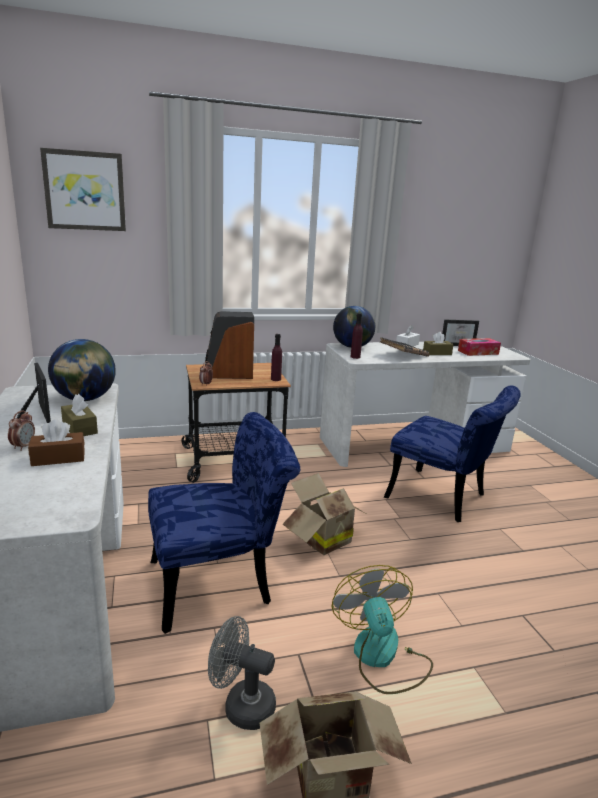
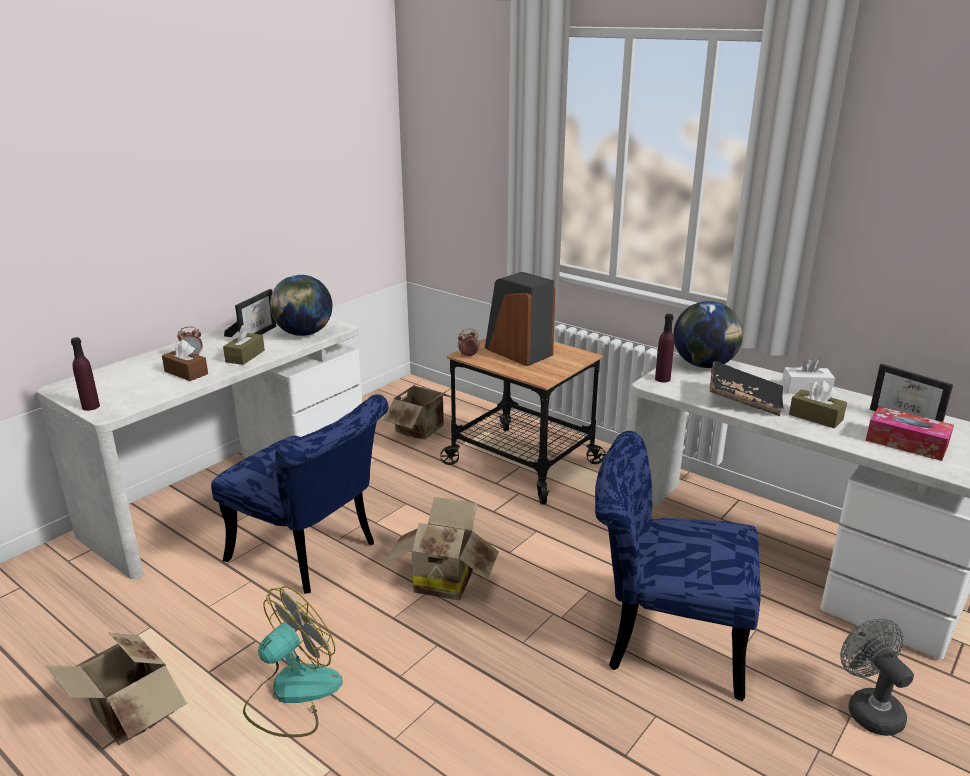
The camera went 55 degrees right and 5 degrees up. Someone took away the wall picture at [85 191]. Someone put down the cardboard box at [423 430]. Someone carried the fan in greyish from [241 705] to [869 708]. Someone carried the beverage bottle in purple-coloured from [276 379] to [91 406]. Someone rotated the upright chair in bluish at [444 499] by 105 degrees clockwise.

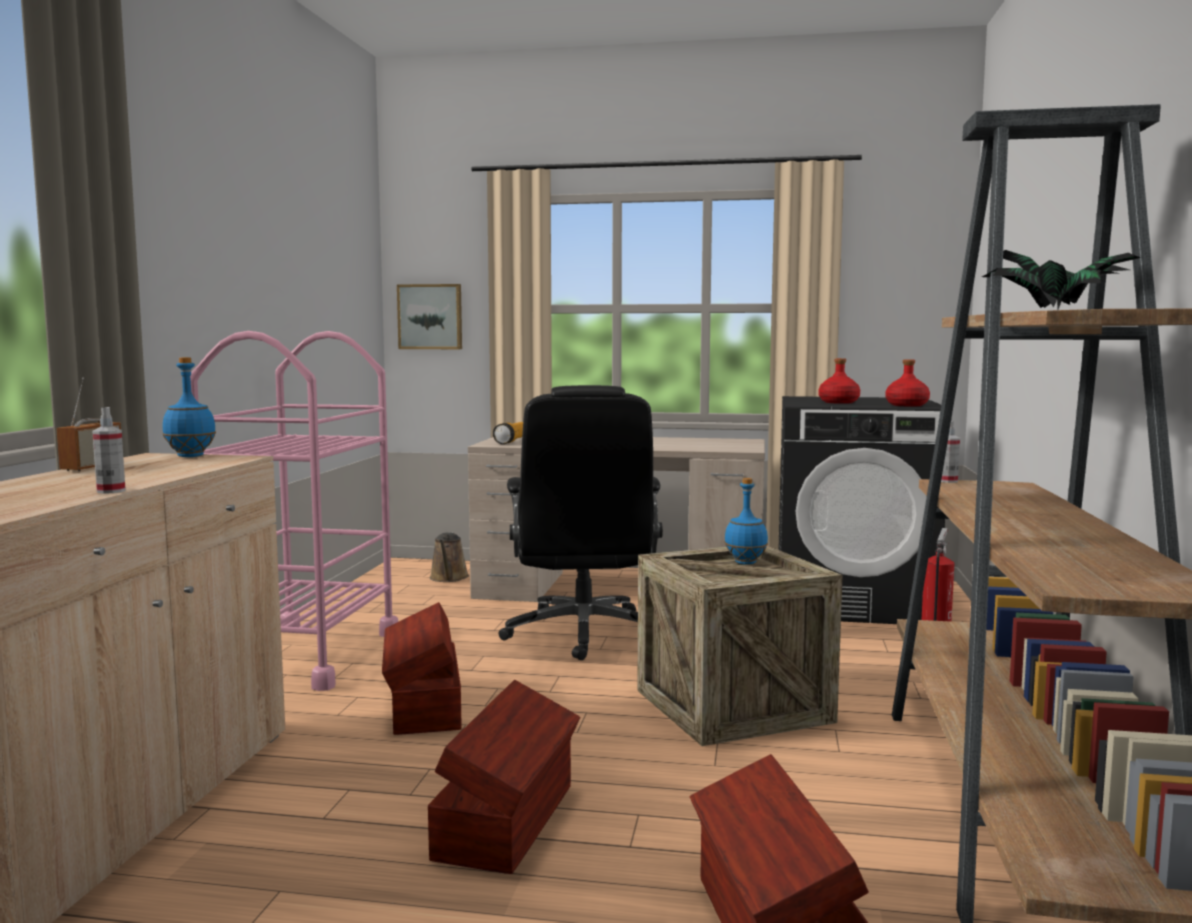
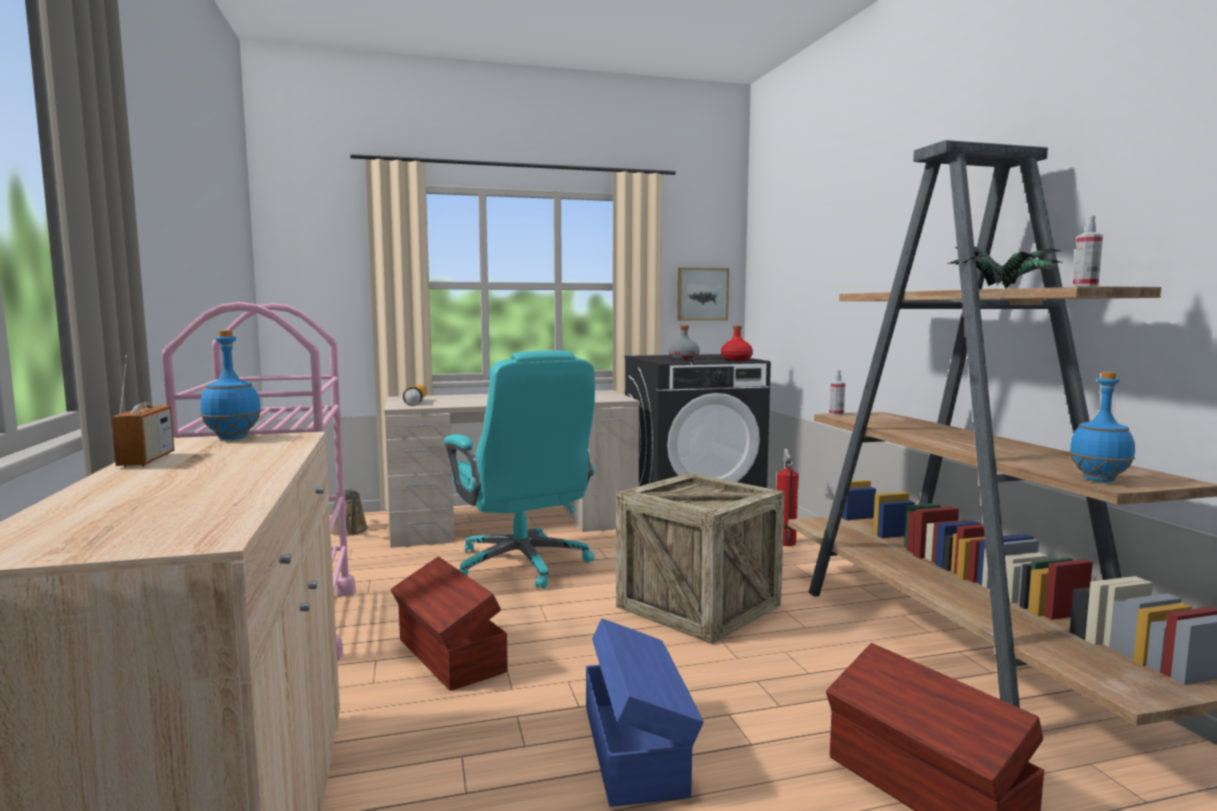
The camera went 25 degrees left and 0 degrees up. Someone carried the sprayer from [111 491] to [1085 286]. Someone carried the wall picture from [430 317] to [701 294]. Someone carried the beverage bottle in bluish from [746 563] to [1099 480]. Someone repainted the storage box in brown-coloured at [508 820], which became the storage box in bluish at [636 747]. Someone repainted the computer chair in blackish at [583 634], which became the computer chair in turquoise at [522 565]. Someone repainted the beverage bottle in reddish at [839 402], which became the beverage bottle in greyish at [684 359].

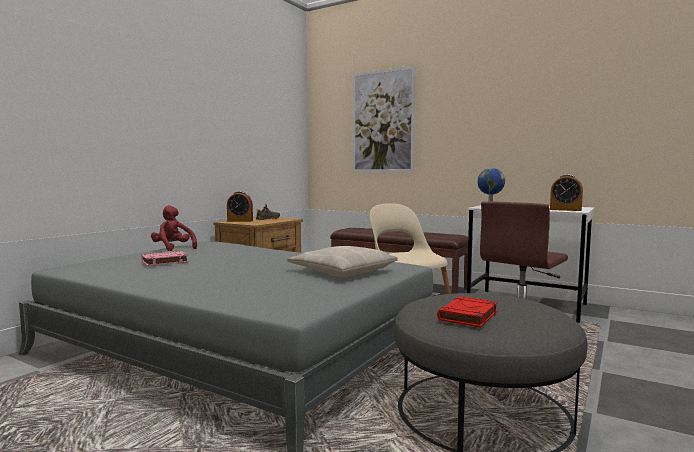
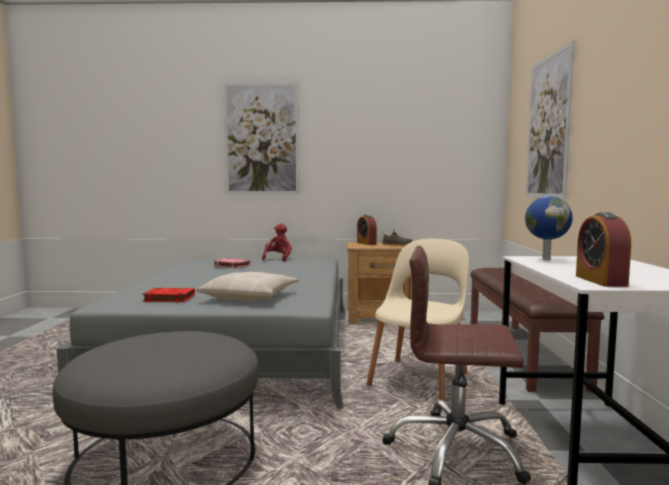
The camera went 60 degrees right and 0 degrees up. Someone put up the wall picture at [261 139]. Someone carried the bound book in reddish from [468 316] to [168 298].

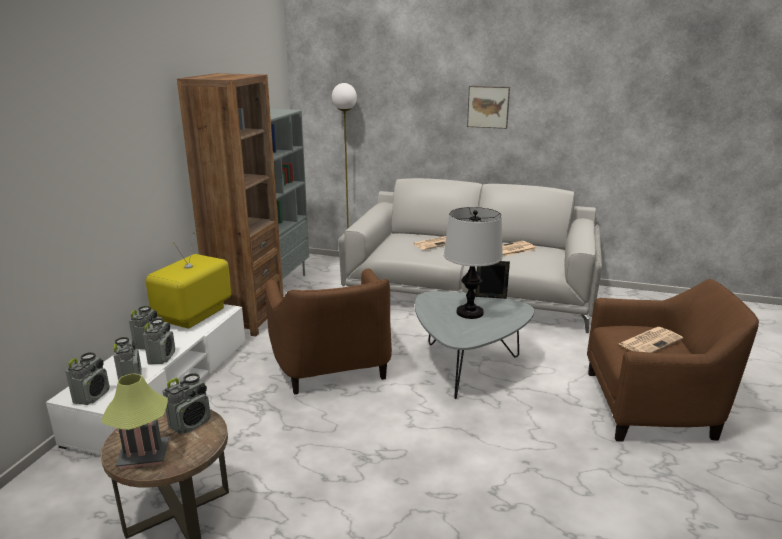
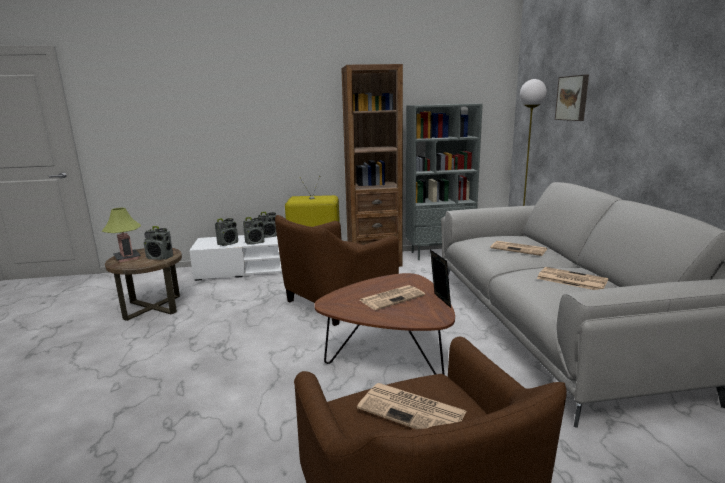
The camera went 65 degrees right and 5 degrees down. Someone took away the radio receiver at [92 396]. Someone carried the wall picture from [488 106] to [573 98]. Someone swapped the tabletop lamp at [469 312] for the newspaper at [392 297]. Someone repainted the lounge table in greyish at [467 367], which became the lounge table in brown-coloured at [390 357].

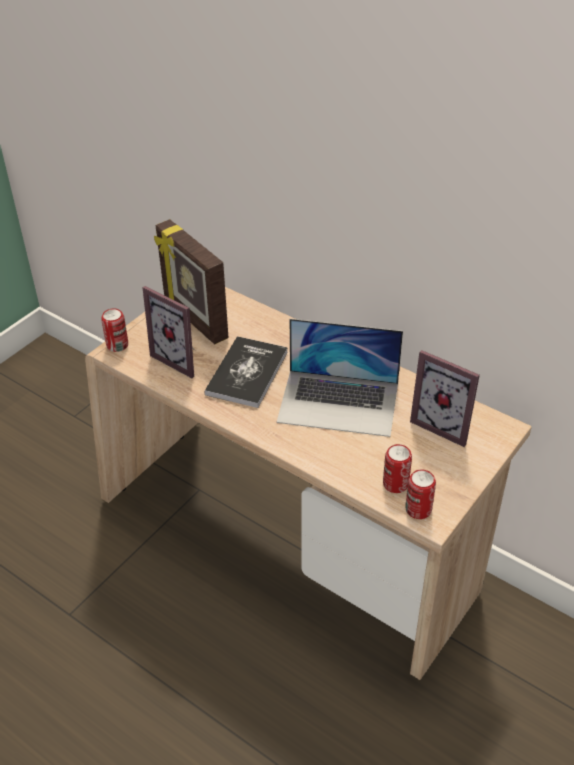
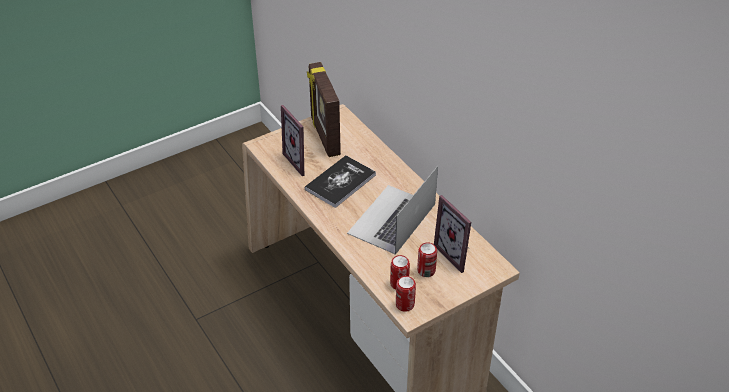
The camera went 20 degrees right and 0 degrees up. Someone carried the sealed can from [117 345] to [426 271]. Someone rotated the laptop at [339 402] by 90 degrees clockwise.

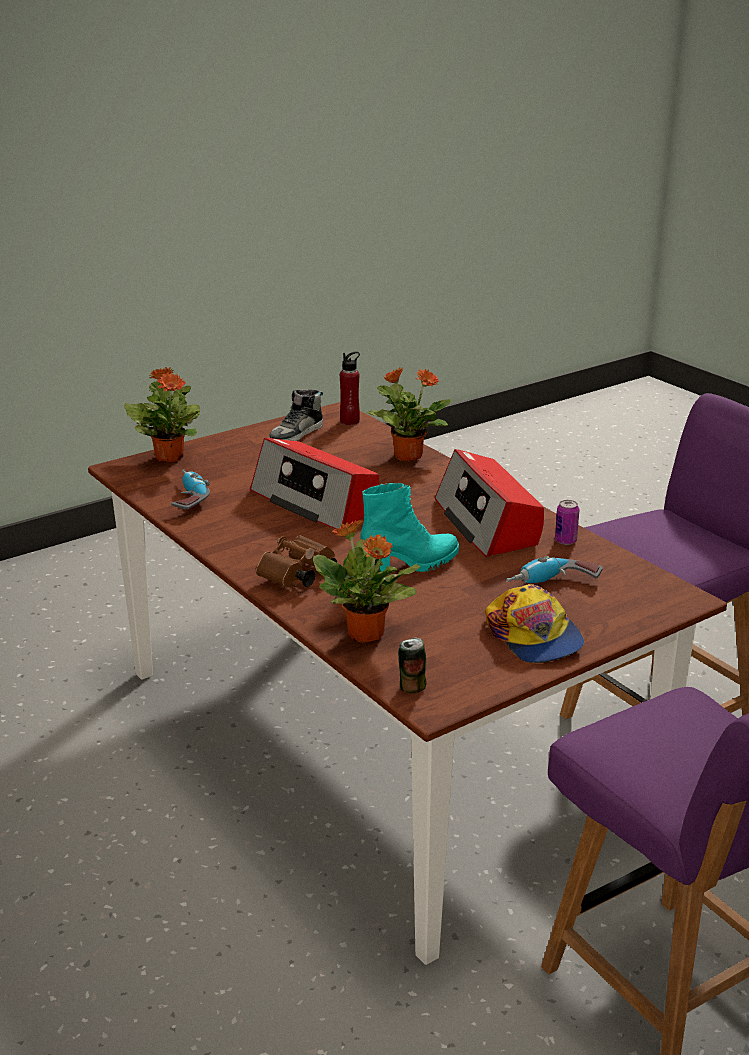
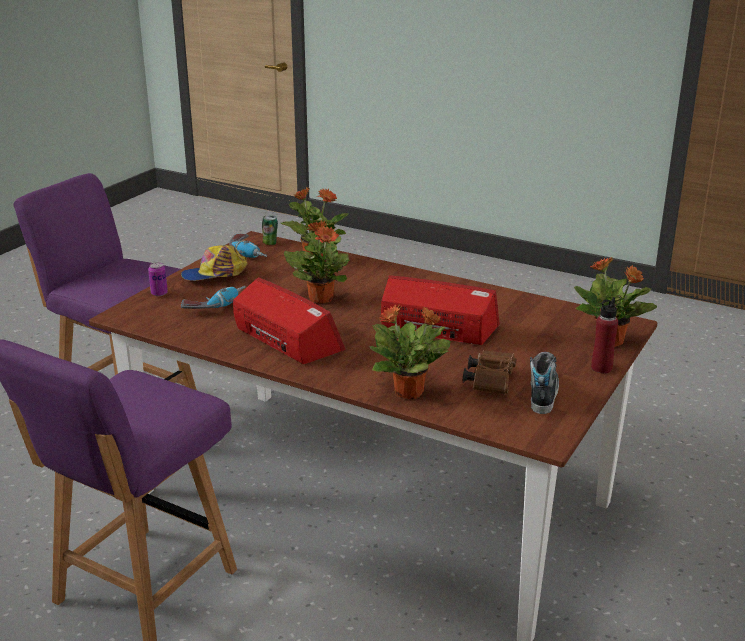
The camera went 155 degrees right and 0 degrees up. Someone carried the drill from [187 499] to [249 253]. Someone carried the field glasses in brown-coloured from [297 577] to [490 382]. Someone carried the beverage bottle in reddish from [350 421] to [601 368]. Someone carried the sealed can from [565 541] to [159 293]. Someone swapped the boot in turquoise at [411 565] for the potted plant at [321 298]. Someone rotated the baseball cap at [534 636] by 60 degrees counterclockwise.

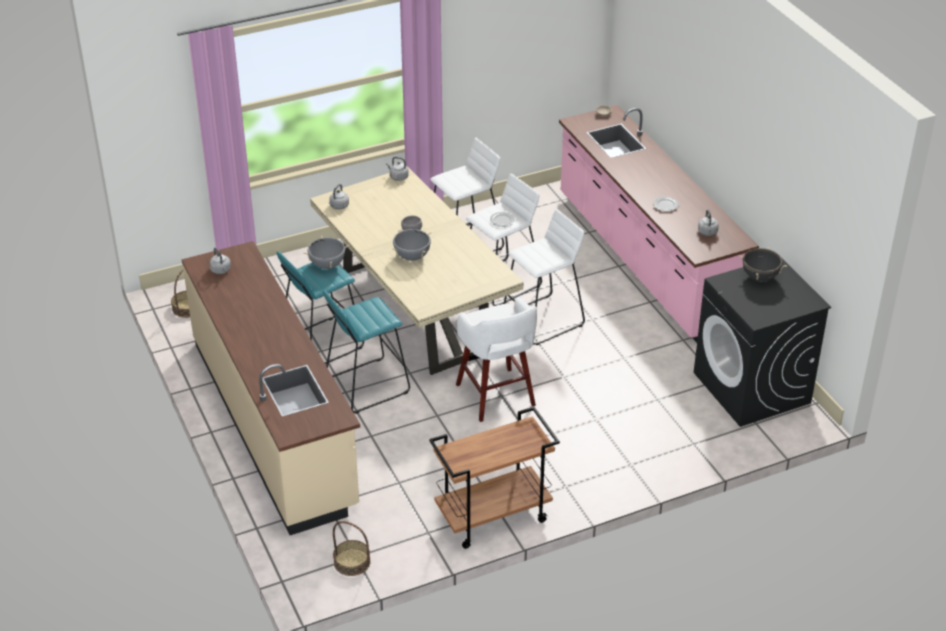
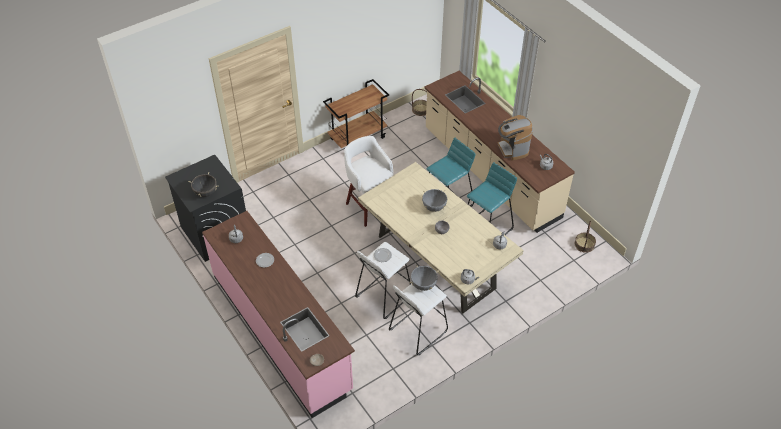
The camera went 170 degrees right and 10 degrees up. Someone took away the sitting stool in white at [543 320]. Someone put down the coffee machine at [513 148]. Someone carried the stockpot in greyish from [327 265] to [423 285].

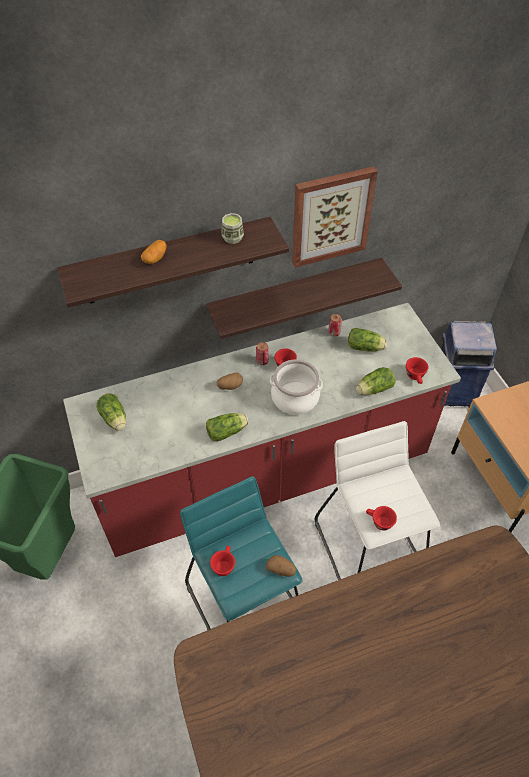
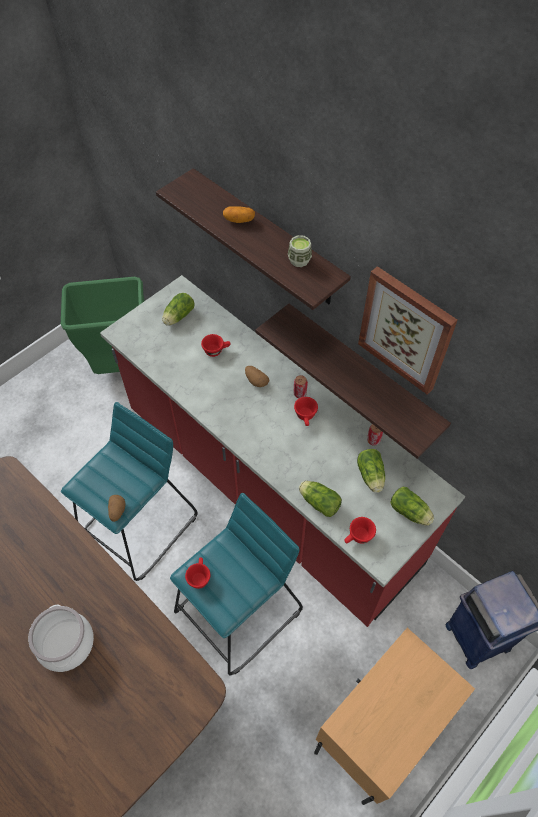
The camera went 65 degrees right and 5 degrees up. Someone carried the head of lettuce from [228 431] to [411 512]. Someone carried the drinking cup in reddish from [224 564] to [216 350]. Someone carried the stockpot from [295 398] to [65 644]. Someone repainted the sitting stool in white at [370 547], which became the sitting stool in turquoise at [239 611].

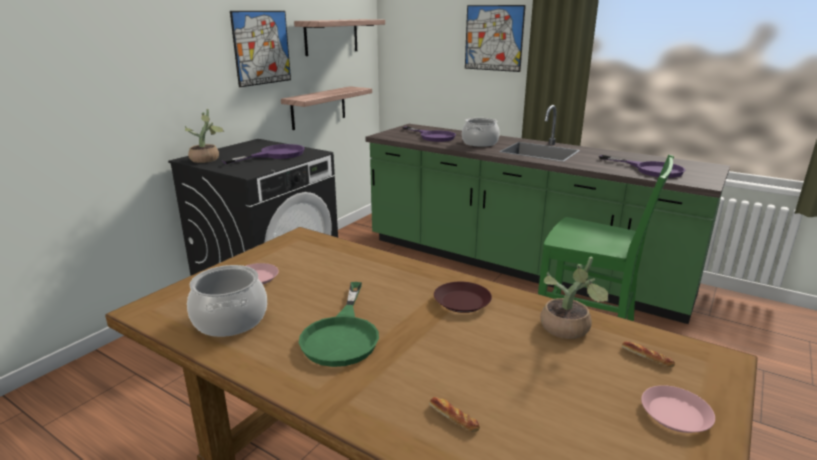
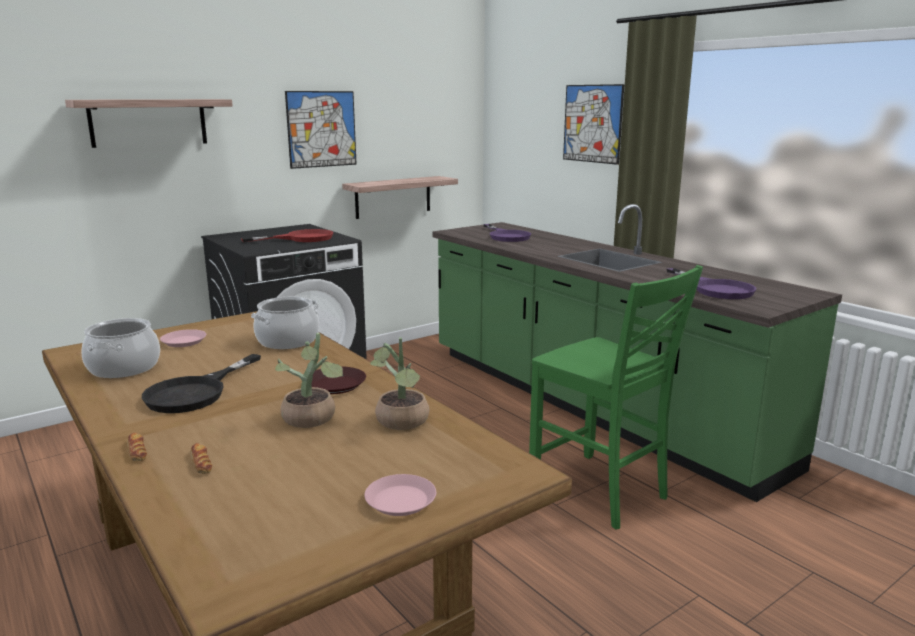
The camera went 20 degrees right and 5 degrees down. Someone carried the potted plant from [207 160] to [312 420]. Someone carried the wall shelf from [331 36] to [148 122]. Someone carried the stockpot from [479 143] to [287 341]. Someone carried the baked bread from [646 357] to [137 451]. Someone repainted the frying pan in purple-coloured at [275 155], which became the frying pan in reddish at [301 238]. Someone repainted the frying pan in green at [342 335], which became the frying pan in blackish at [196 392].

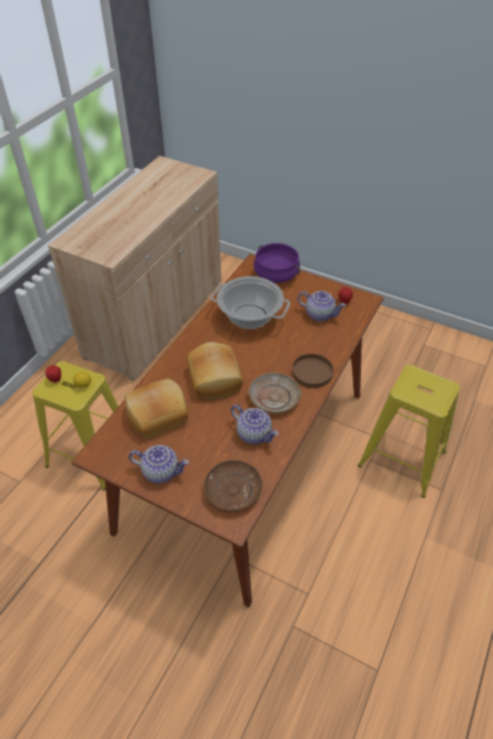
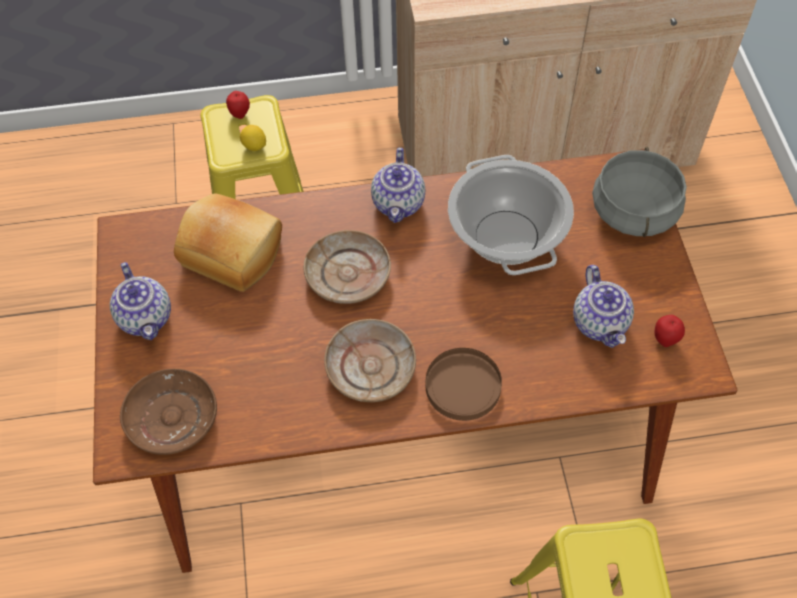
The camera went 55 degrees right and 10 degrees up. Someone carried the tea pot from [254 434] to [399 204]. Someone swapped the baked bread at [216 379] for the dinner plate in sand-coloured at [348 275]. Someone repainted the stockpot in purple-coloured at [276 274], which became the stockpot in greyish at [635 212].

